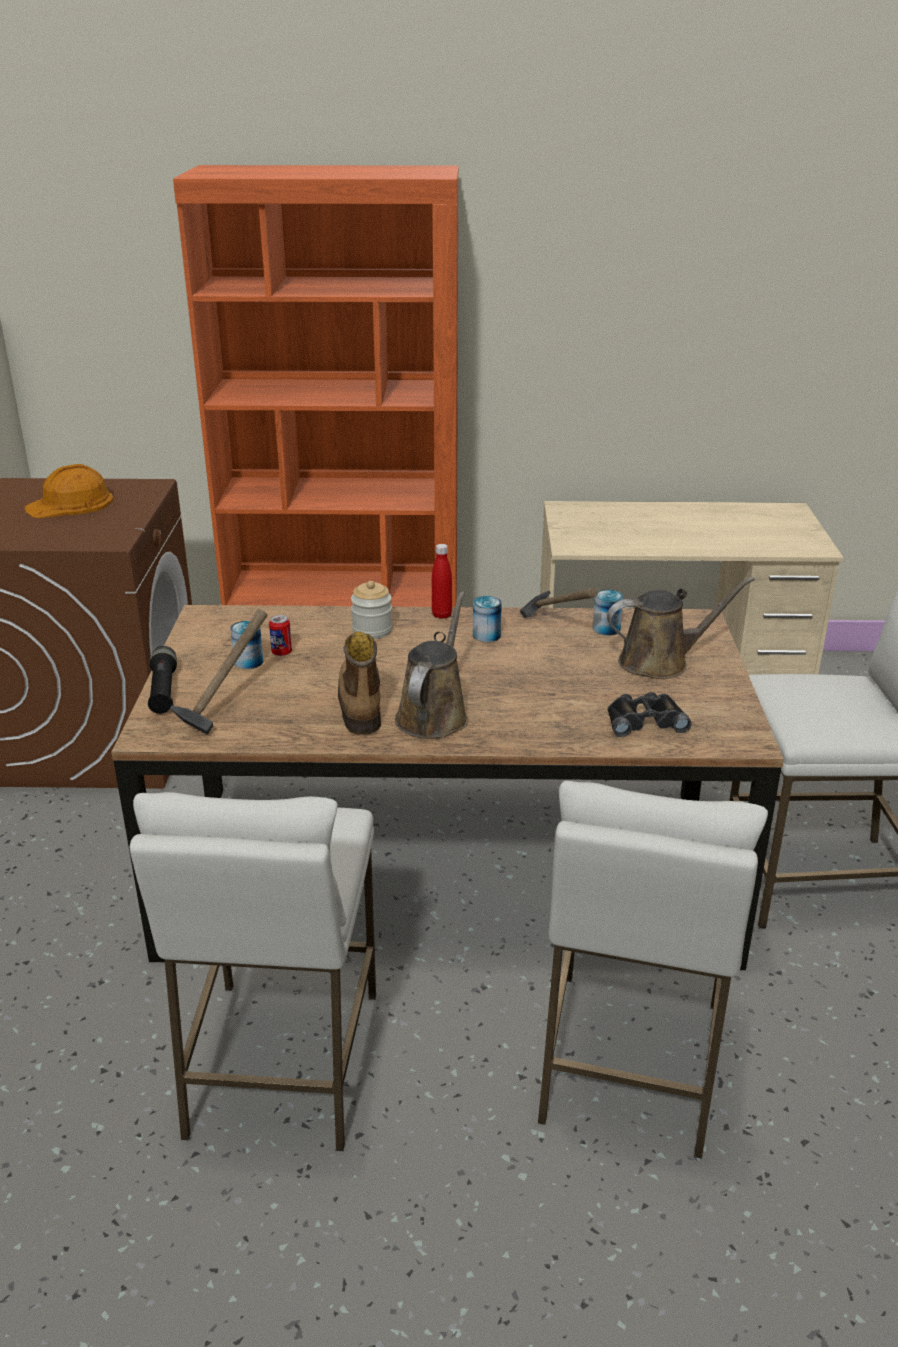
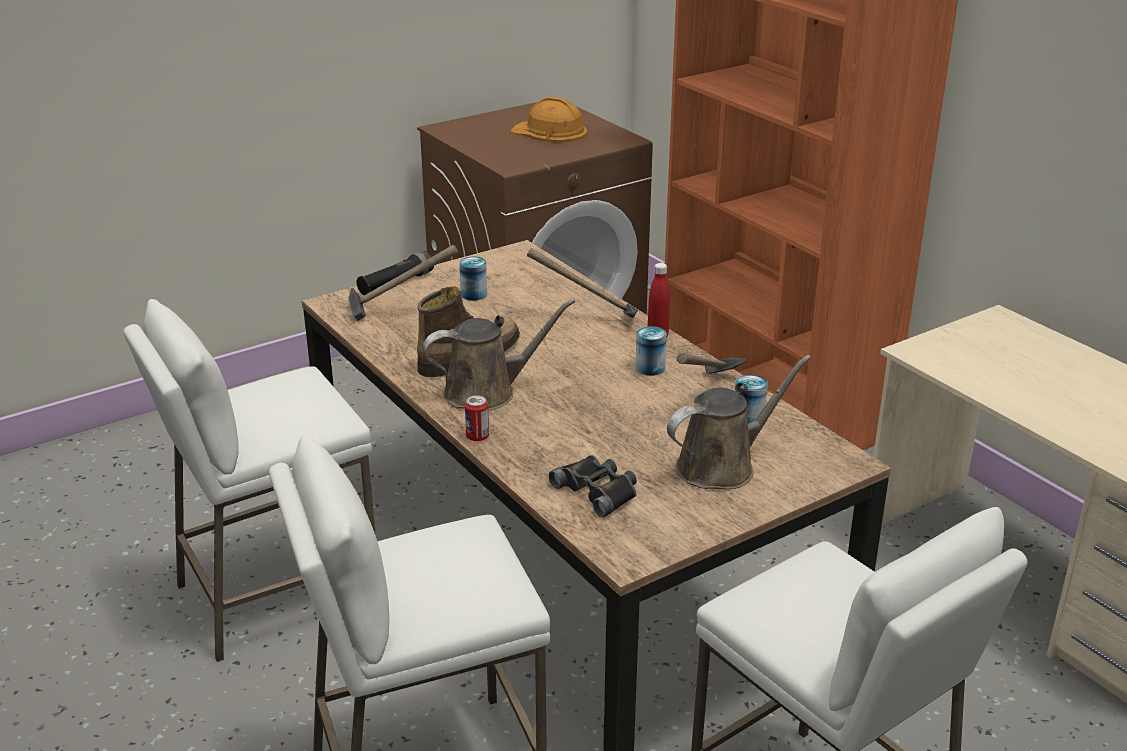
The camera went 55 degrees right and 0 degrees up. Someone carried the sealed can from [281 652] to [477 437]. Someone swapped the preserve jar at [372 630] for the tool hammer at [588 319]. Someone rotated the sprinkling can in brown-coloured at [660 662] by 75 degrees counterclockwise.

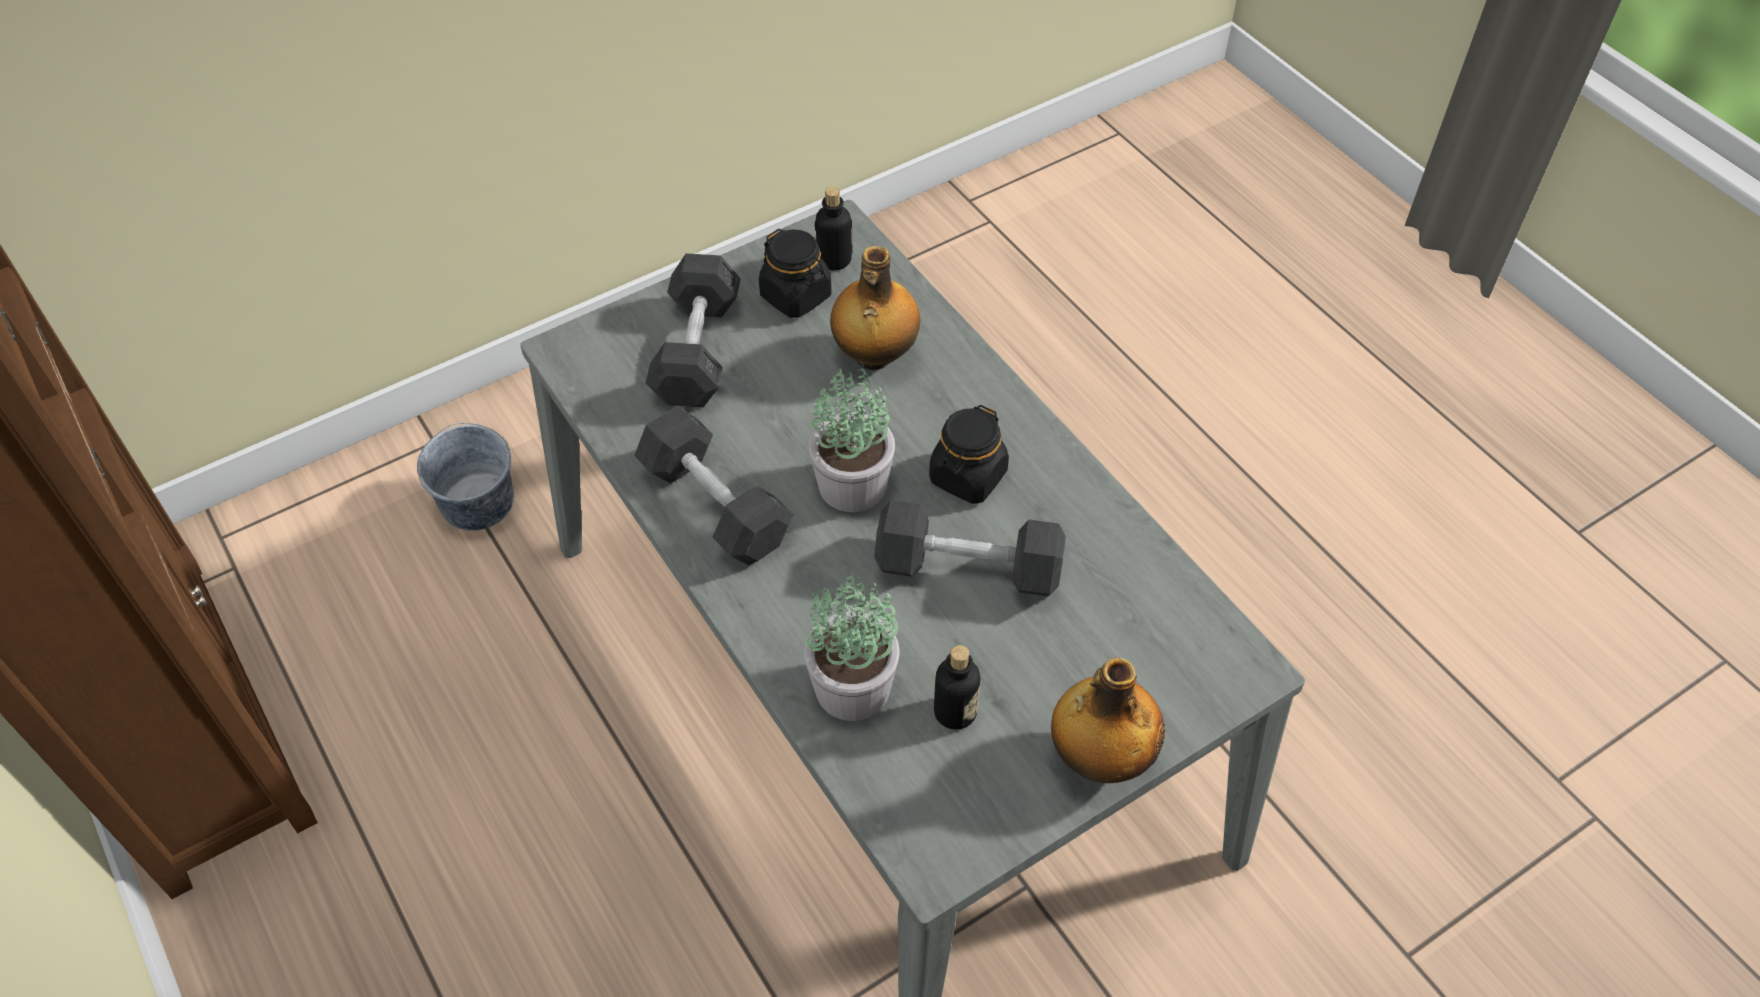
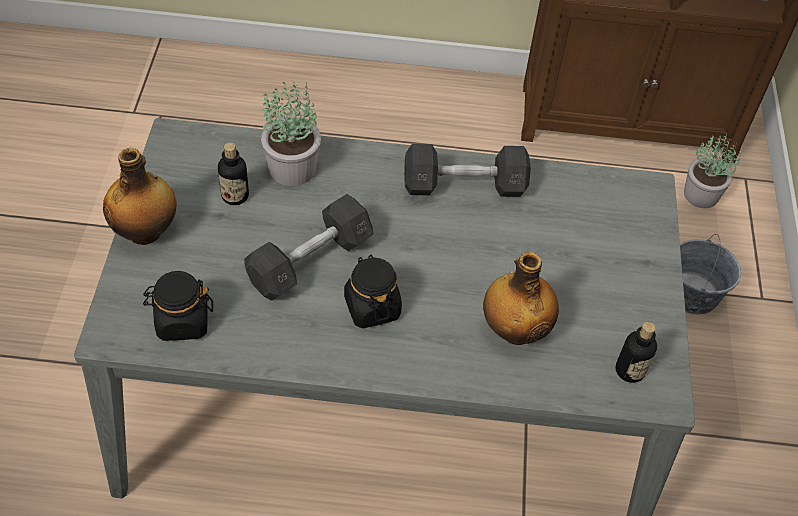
The camera went 125 degrees right and 0 degrees up. Someone took away the dumbbell in greyish at [697 350]. Someone carried the preserve jar in blackish from [796 296] to [182 321]. Someone carried the potted plant from [851 484] to [702 195].

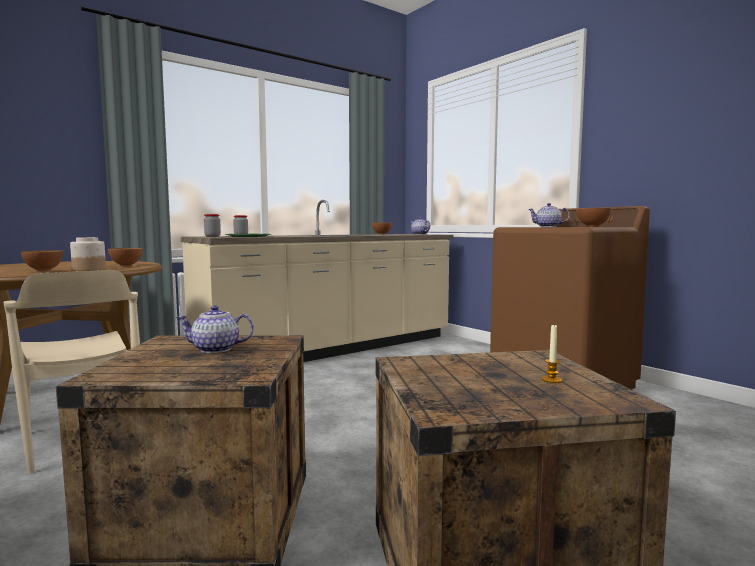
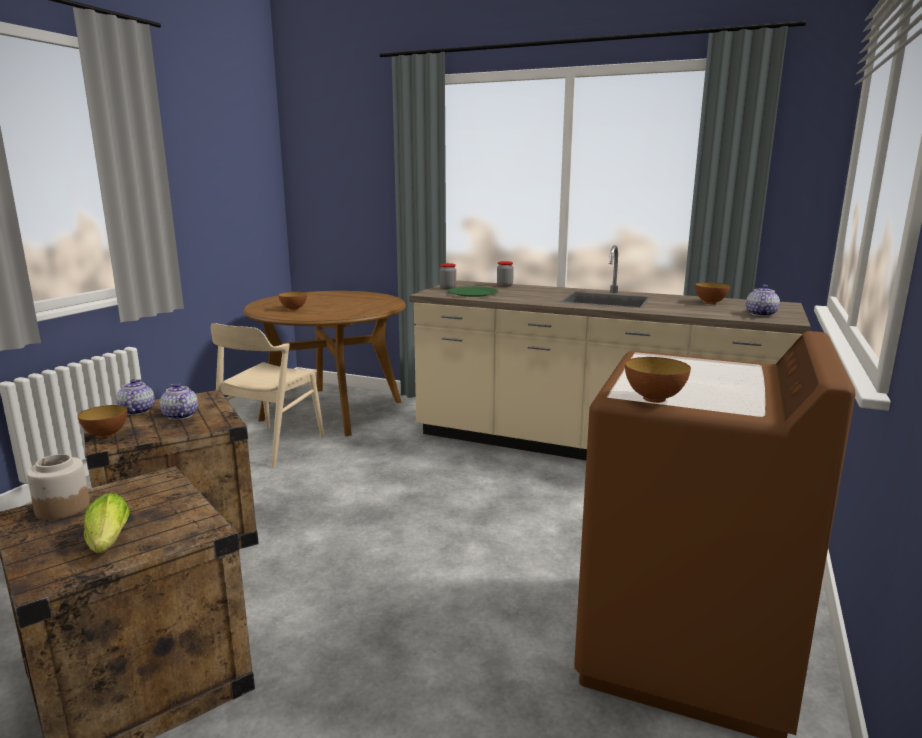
The camera went 60 degrees right and 10 degrees up. Someone carried the preserve jar from [88 269] to [62 508]. Someone carried the bowl from [126 266] to [106 435]. Someone carried the tea pot from [548 226] to [136 411]. Someone swapped the candle at [551 380] for the head of lettuce at [108 544].

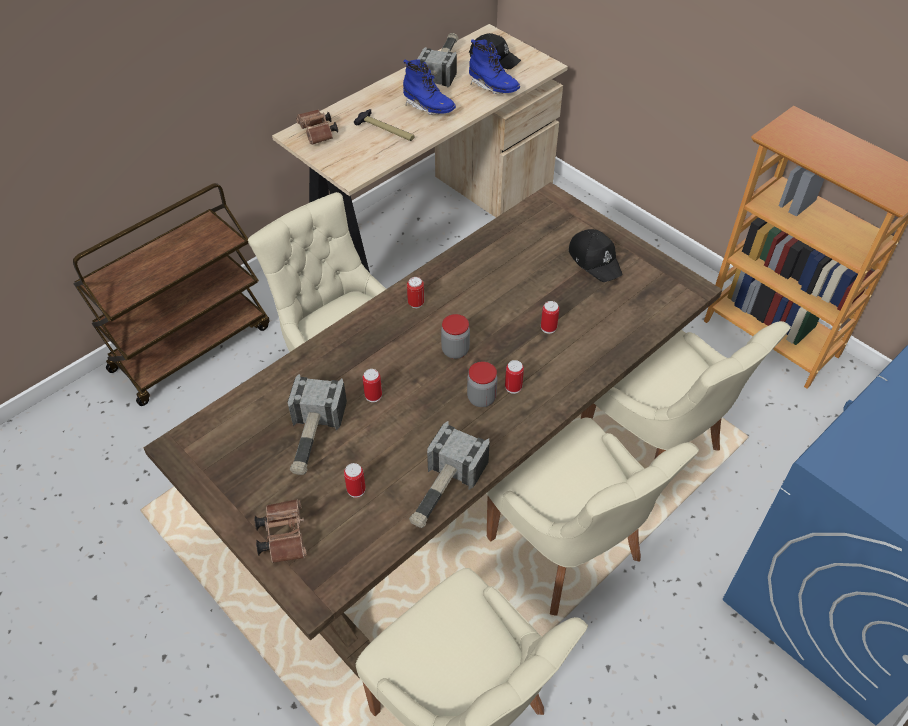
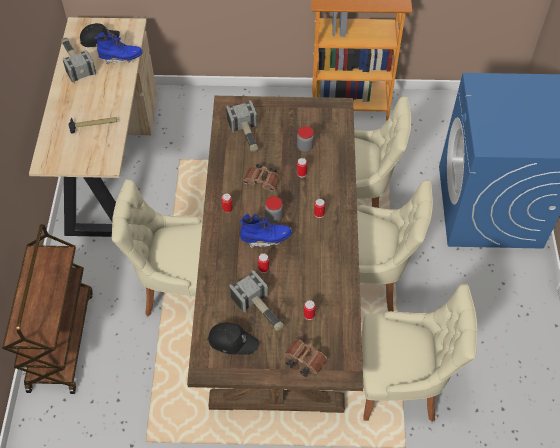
The camera went 45 degrees left and 5 degrees up. Someone carried the field glasses in brown-coloured from [318 134] to [263 182]. Someone carried the boot in bluish from [428 107] to [265 238]. Someone carried the tool hammer from [443 489] to [246 134]. Someone carried the preserve jar from [481 398] to [305 147]. Someone carried the baseball cap in blackish from [595 260] to [232 341].

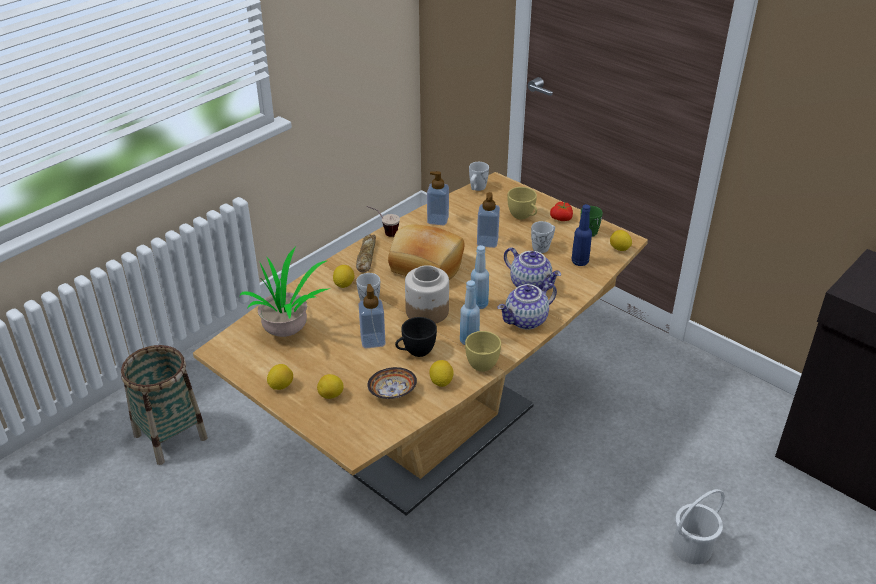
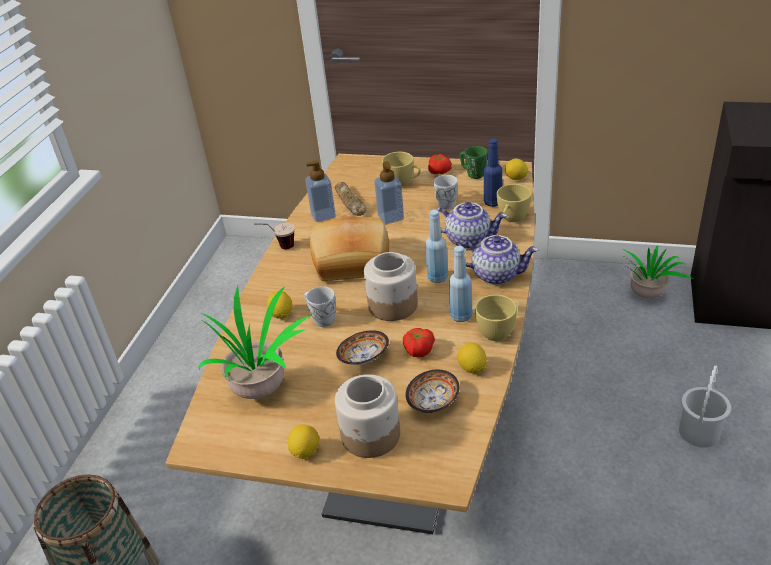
The camera went 25 degrees left and 0 degrees up. Someone took away the tea mug in white at [477 188]. Someone put down the drinking cup in yellow-coloured at [511 219]. Someone put down the potted plant at [646 297]. Someone carried the baked bread from [366 256] to [349 202]. Someone swapped the lemon at [331 395] for the preserve jar at [371 435]. Someone swapped the soap bottle at [373 341] for the bowl at [364 358]. Someone swapped the drinking cup in blackish at [415 352] for the whole tomato at [418 350]. Someone rotated the tea pot at [526 321] by 105 degrees counterclockwise.

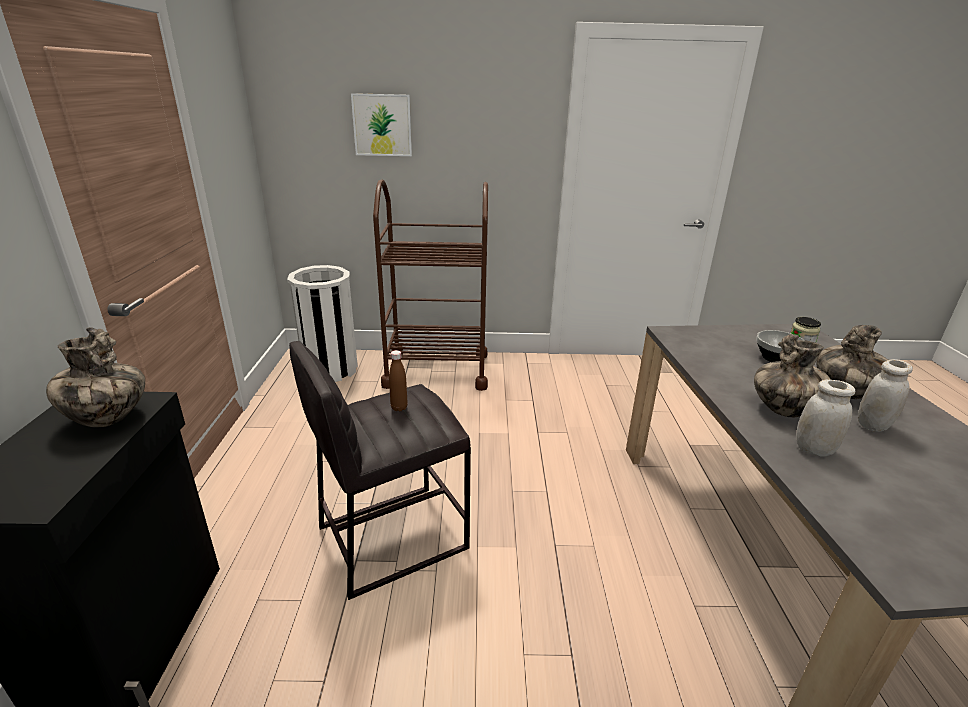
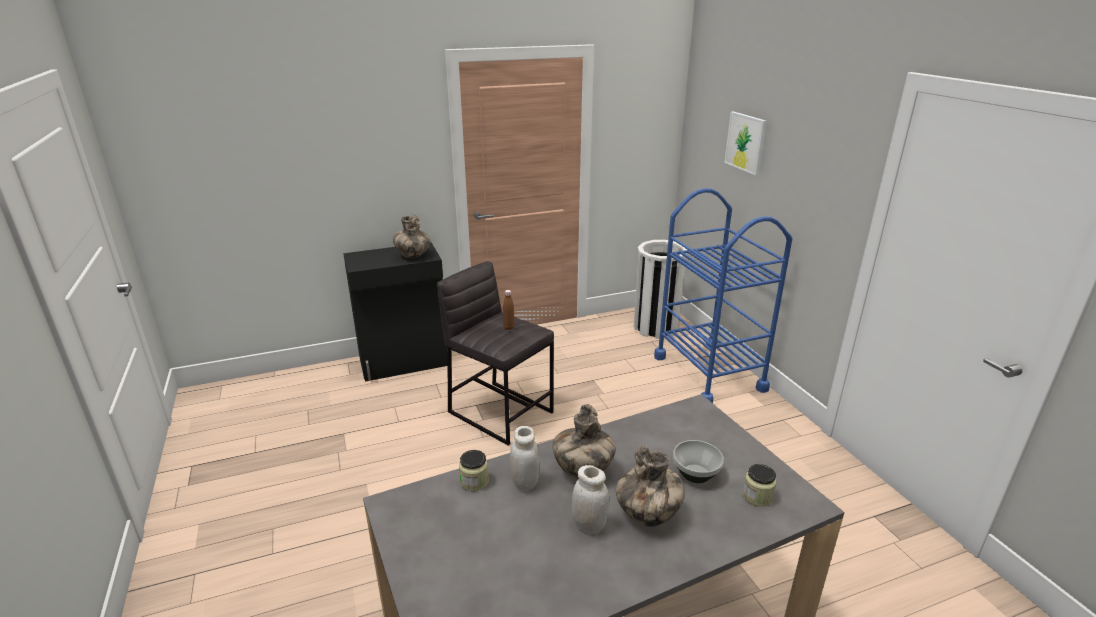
The camera went 70 degrees right and 0 degrees up. Someone put down the preserve jar at [474 481]. Someone repainted the wheeled cart in brown-coloured at [437 370], which became the wheeled cart in bluish at [709 373].

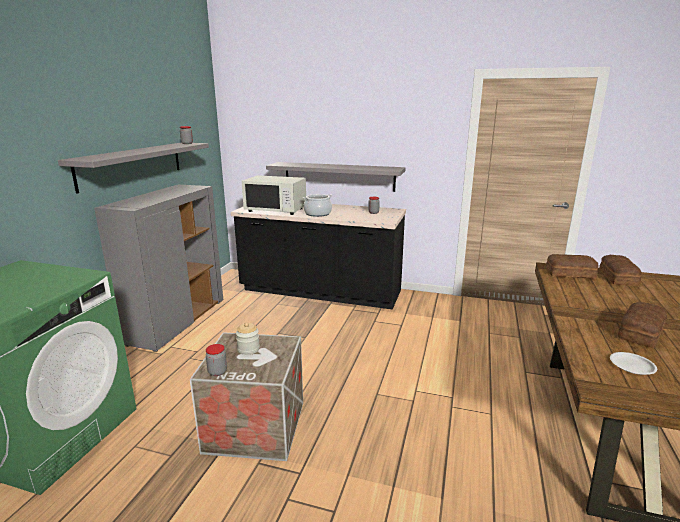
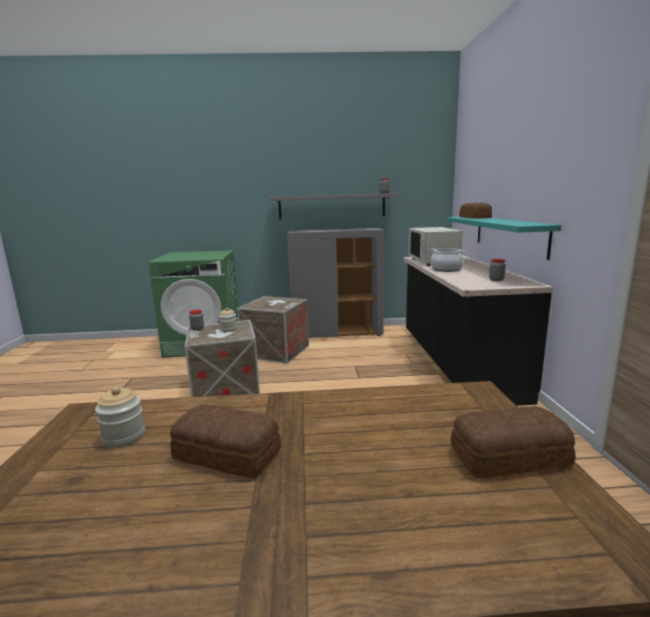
The camera went 70 degrees right and 5 degrees down. Someone put down the packing crate at [276 351]. Someone carried the baked bread from [569 273] to [475 217]. Someone swapped the dinner plate in white at [632 366] for the preserve jar at [124 437]. Someone repainted the wall shelf in greyish at [339 176], which became the wall shelf in turquoise at [509 234].

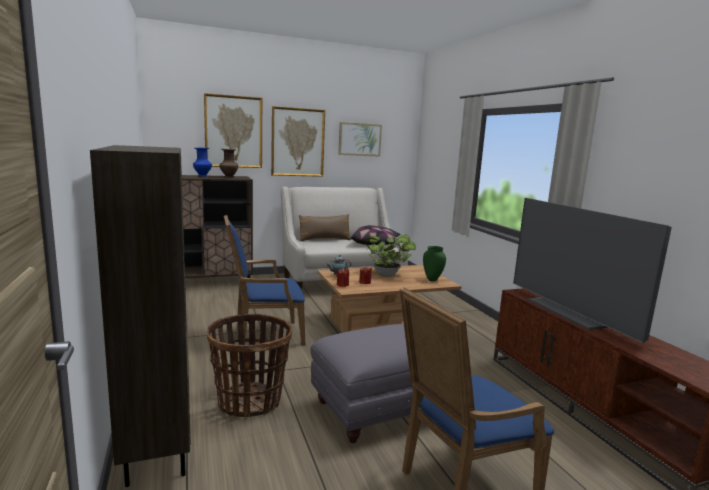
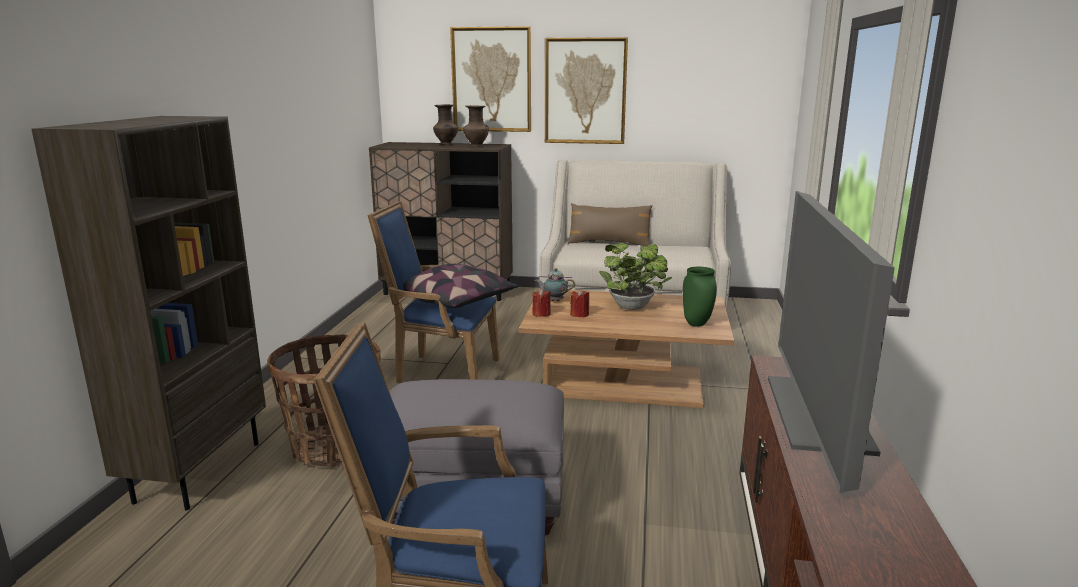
The camera went 30 degrees right and 5 degrees up. Someone took away the wall picture at [359 139]. Someone carried the throw pillow from [375 244] to [459 302]. Someone repainted the vase in bluish at [203 176], which became the vase in brown-coloured at [446 144].

